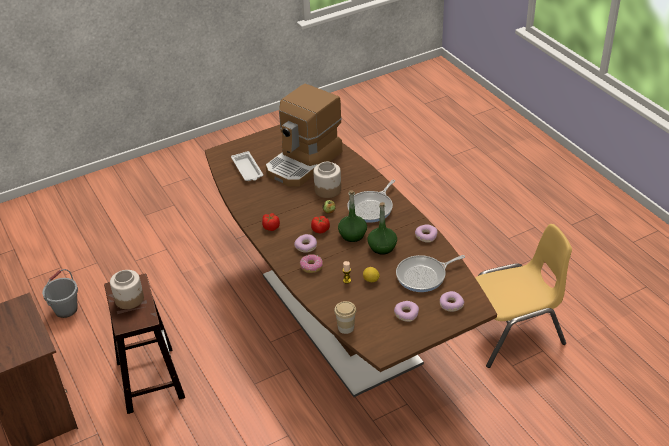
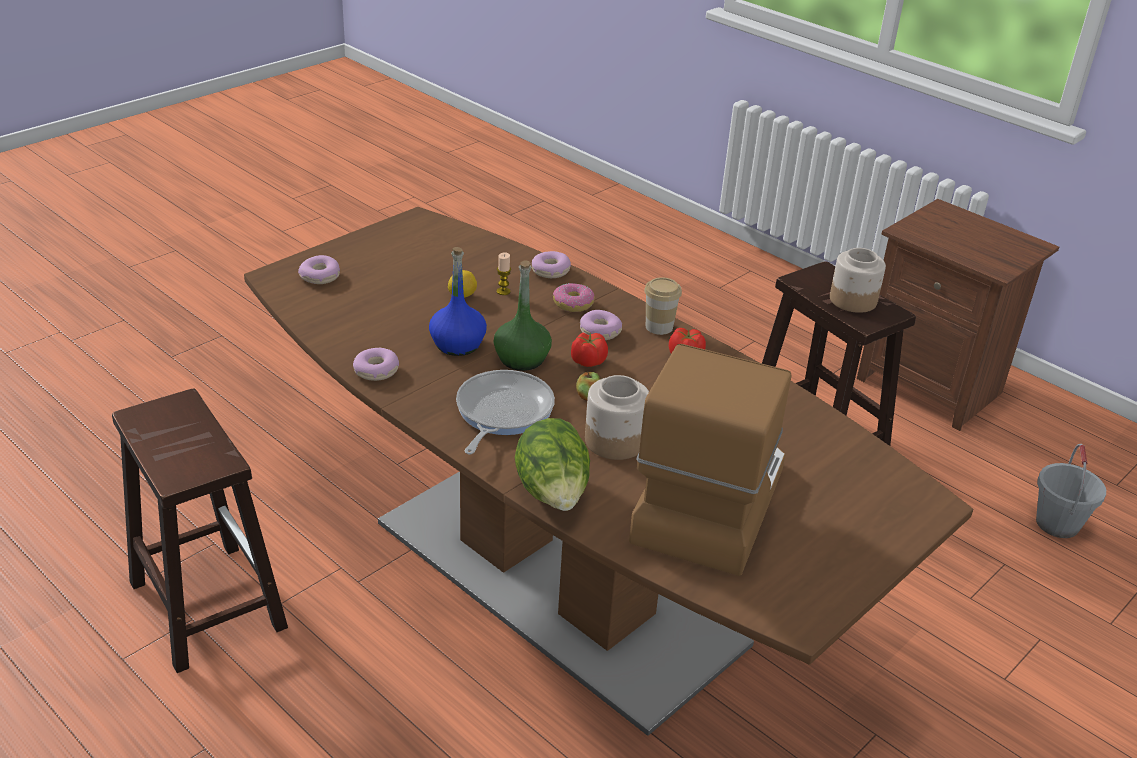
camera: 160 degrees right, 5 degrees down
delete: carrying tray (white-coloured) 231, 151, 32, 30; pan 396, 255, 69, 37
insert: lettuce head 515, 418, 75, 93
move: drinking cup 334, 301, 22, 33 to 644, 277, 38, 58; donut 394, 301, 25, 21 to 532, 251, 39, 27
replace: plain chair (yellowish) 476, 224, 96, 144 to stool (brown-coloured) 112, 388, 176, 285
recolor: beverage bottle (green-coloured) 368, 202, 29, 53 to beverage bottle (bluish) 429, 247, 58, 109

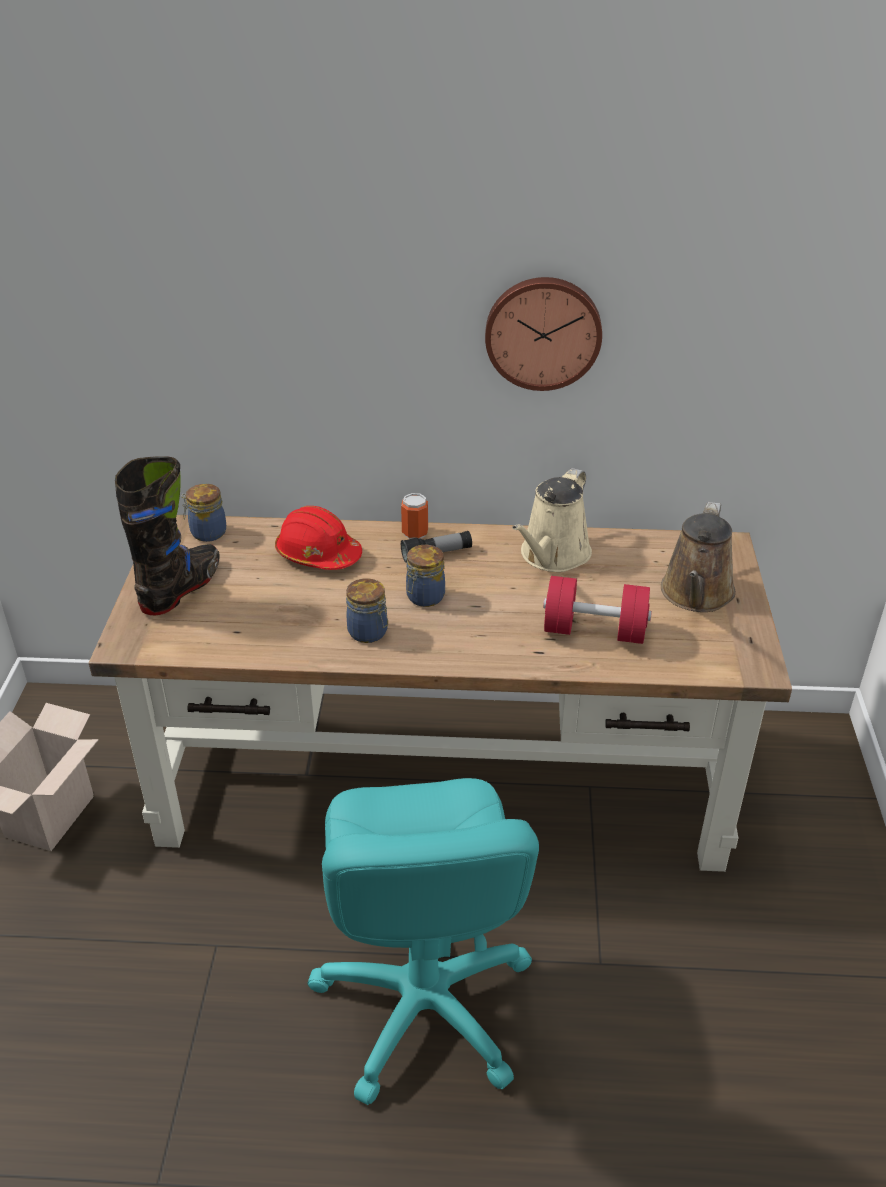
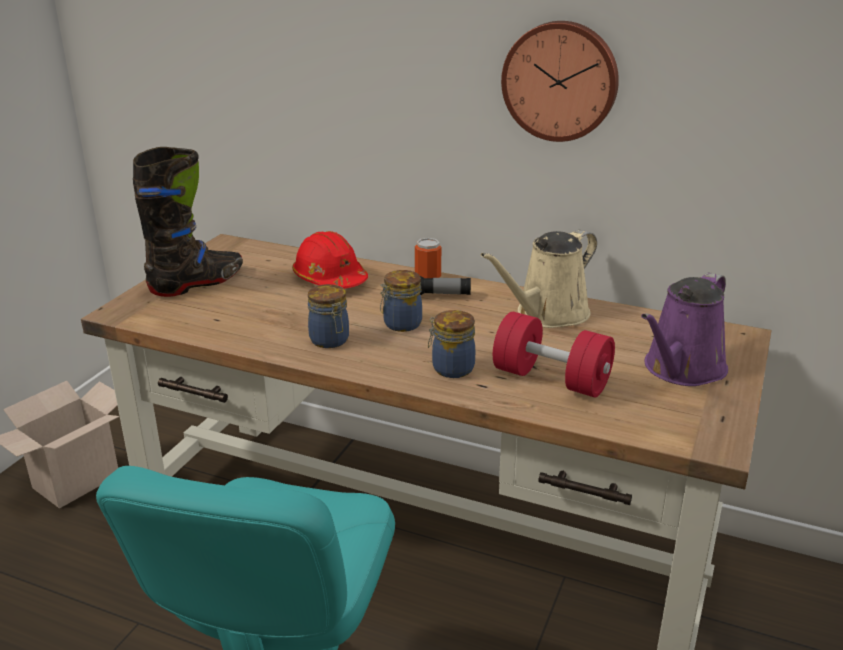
camera: 20 degrees right, 10 degrees down
move: storage jar 181, 484, 45, 58 to 428, 310, 47, 68
recolor: watering can (brown-coloured) 661, 502, 75, 110 to watering can (purplish) 641, 272, 87, 114

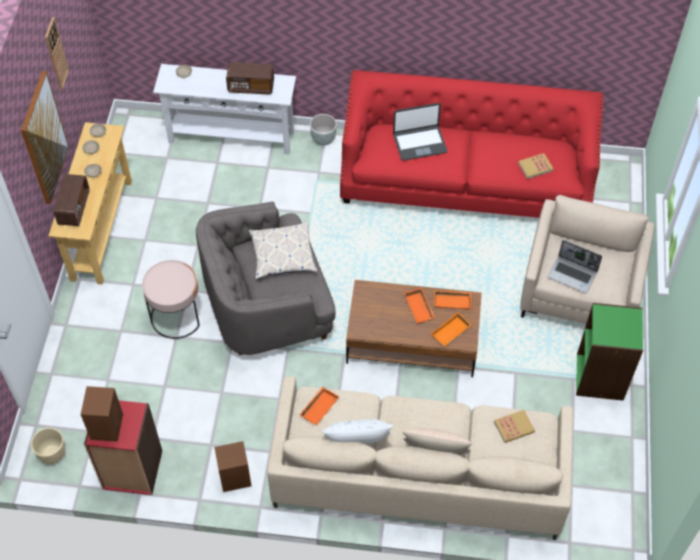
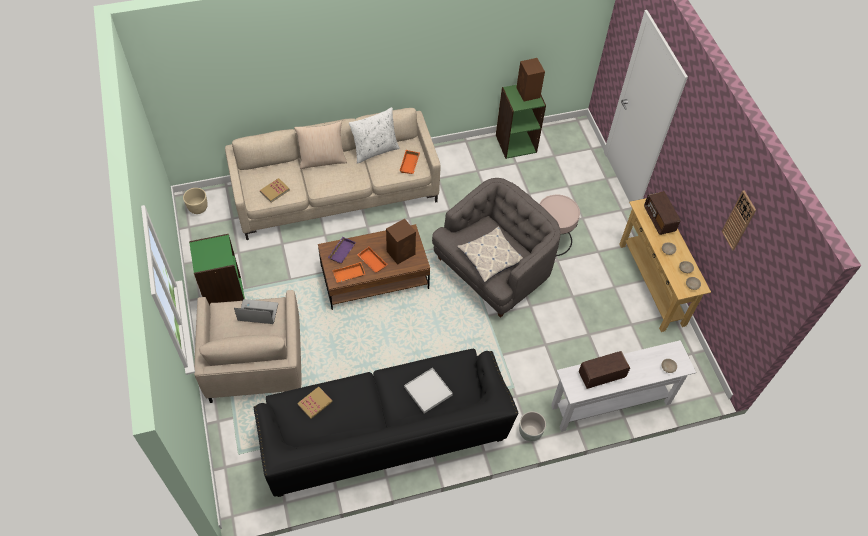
camera: 155 degrees right, 0 degrees up
delete: wall art 21, 71, 48, 133
move: plant pot (beige) 31, 428, 34, 36 to 183, 188, 25, 26; loudspeaker (brown-coloured) 214, 441, 37, 51 to 386, 219, 30, 46
replace: portable computer 393, 103, 54, 58 to carrying tray (white-coloured) 404, 368, 49, 45
recolor: bookshelf (reddish) 84, 400, 78, 95 to bookshelf (green-coloured) 496, 85, 50, 74; settee (reddish) 340, 70, 263, 148 to settee (black) 254, 349, 265, 148; carrying tray (orangey) 431, 312, 40, 35 to carrying tray (purplish) 328, 237, 28, 27

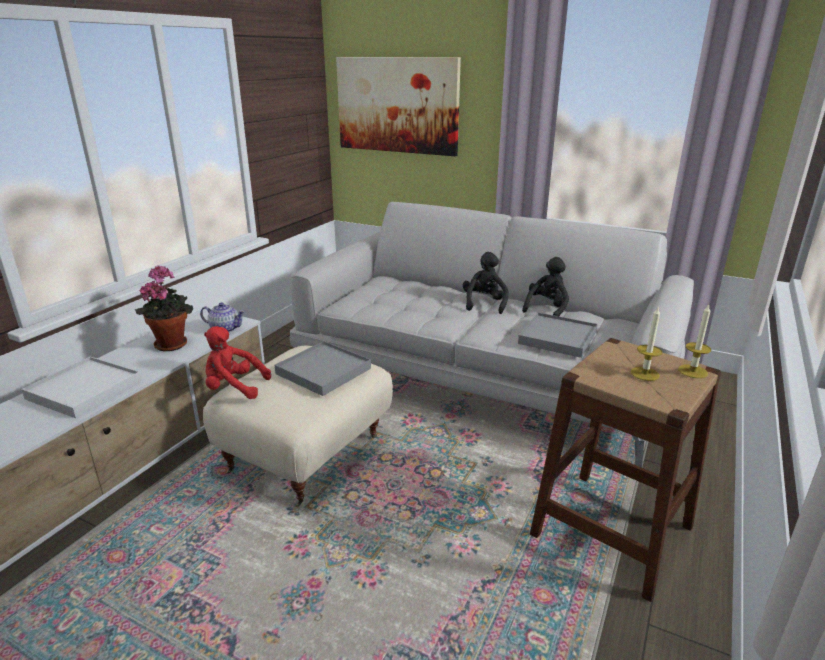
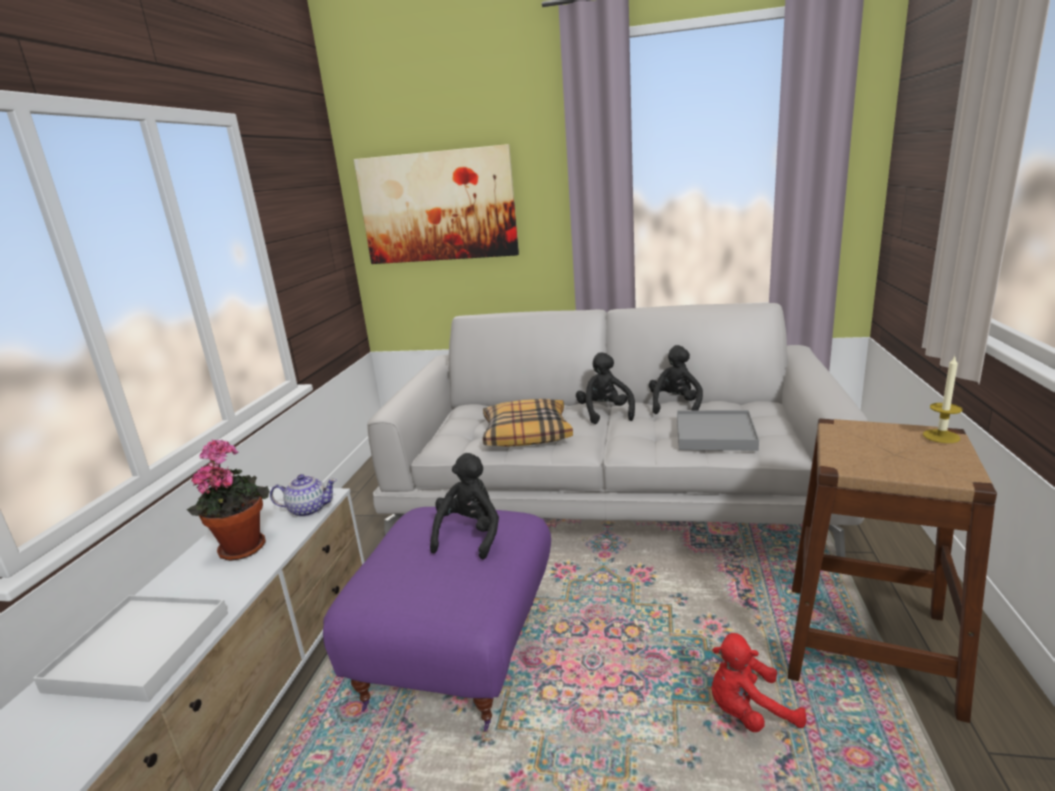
camera: 15 degrees left, 5 degrees down
delete: wax light 631, 308, 31, 73
insert: cushion 483, 399, 90, 48
move: cuddly toy (reddish) 204, 326, 67, 73 to 711, 633, 96, 99
replace: carrying tray (greyish) 275, 341, 96, 55 to cuddly toy (black) 430, 453, 69, 107
recolor: footrest (beige) 203, 346, 190, 161 to footrest (purplish) 323, 507, 228, 225

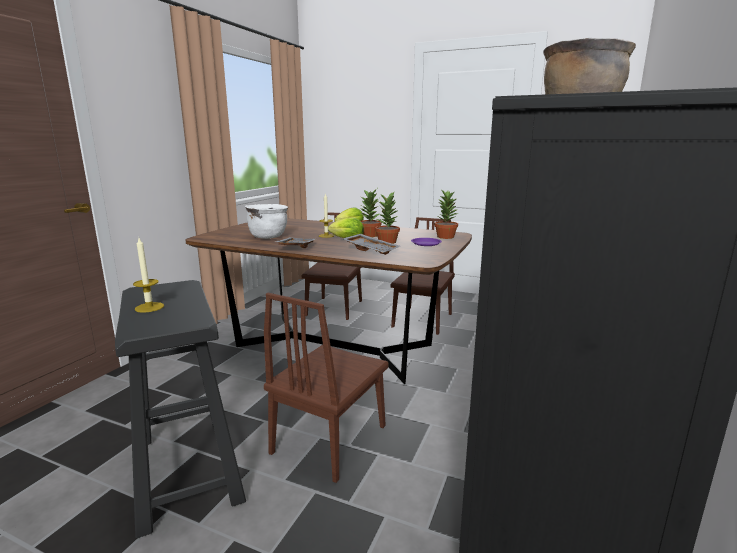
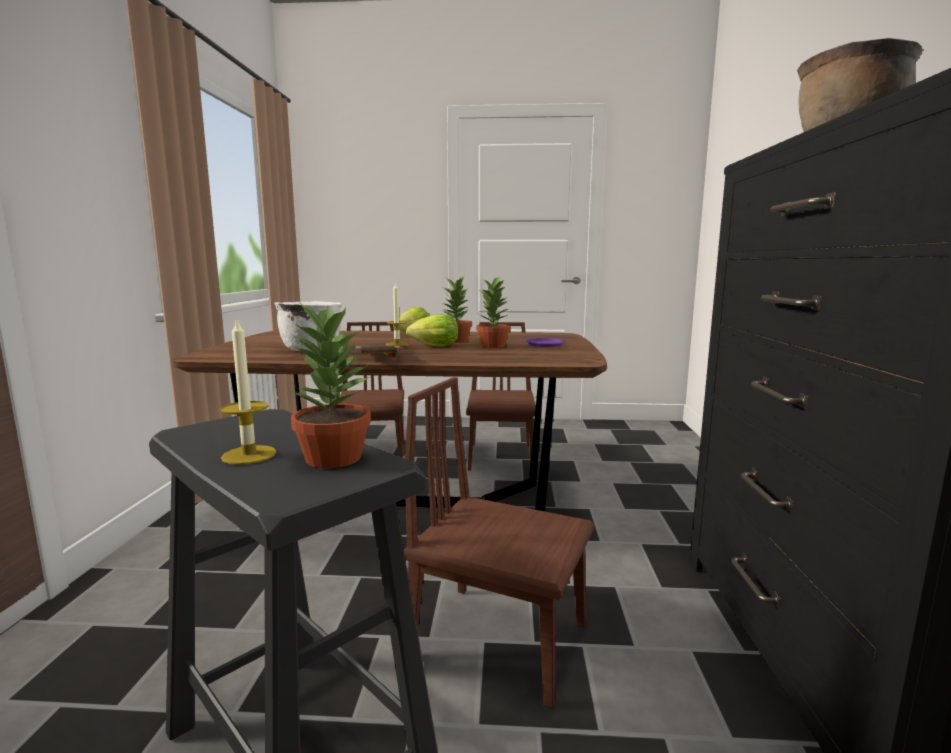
camera: 20 degrees left, 5 degrees down
delete: carrying tray (greyish) 343, 234, 57, 21
move: plant in a pot 435, 188, 23, 51 to 291, 302, 80, 166
rotate: plain chair (brown-coloured) 264, 293, 125, 190 = 404, 377, 190, 331 105 degrees clockwise

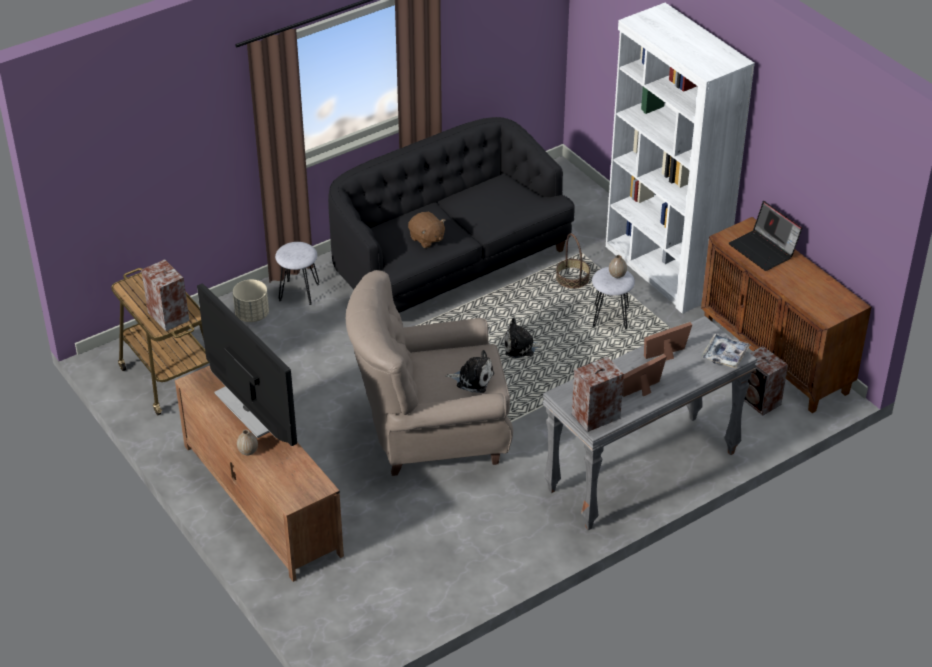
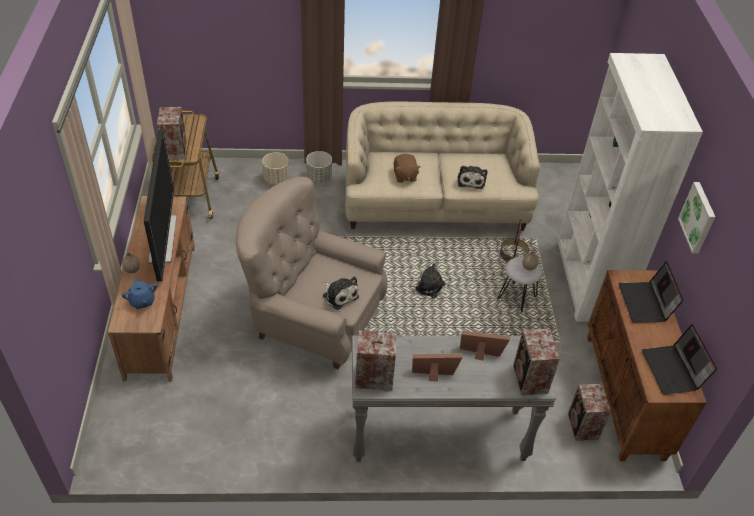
camera: 30 degrees right, 5 degrees up
insert: teapot (bluish) 122, 277, 35, 32; cuddly toy 457, 166, 30, 23; portable computer 642, 324, 75, 71; wall art 678, 182, 37, 72
replace: stool (greyish) 275, 242, 44, 63 to plant pot (greyish) 306, 151, 26, 32; carrying tray 701, 333, 49, 35 to loudspeaker 513, 329, 47, 66
recolor: settee (black) 328, 117, 247, 196 to settee (beige) 345, 101, 195, 130

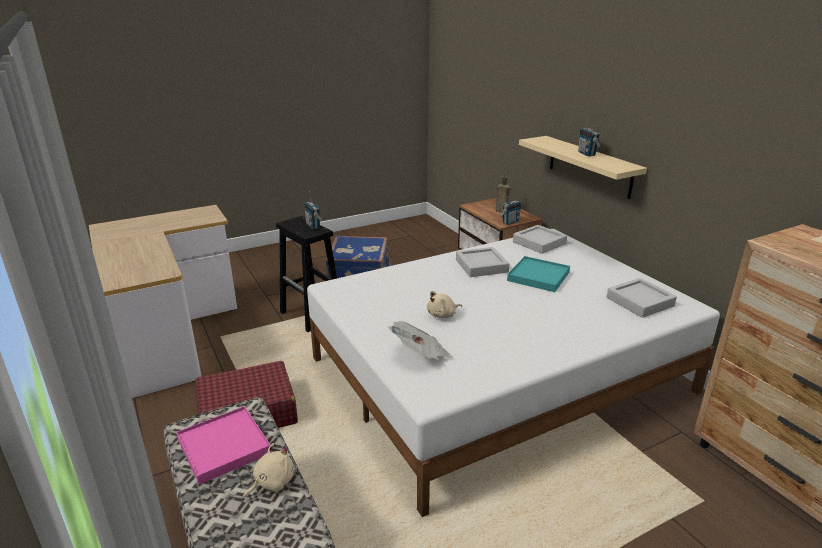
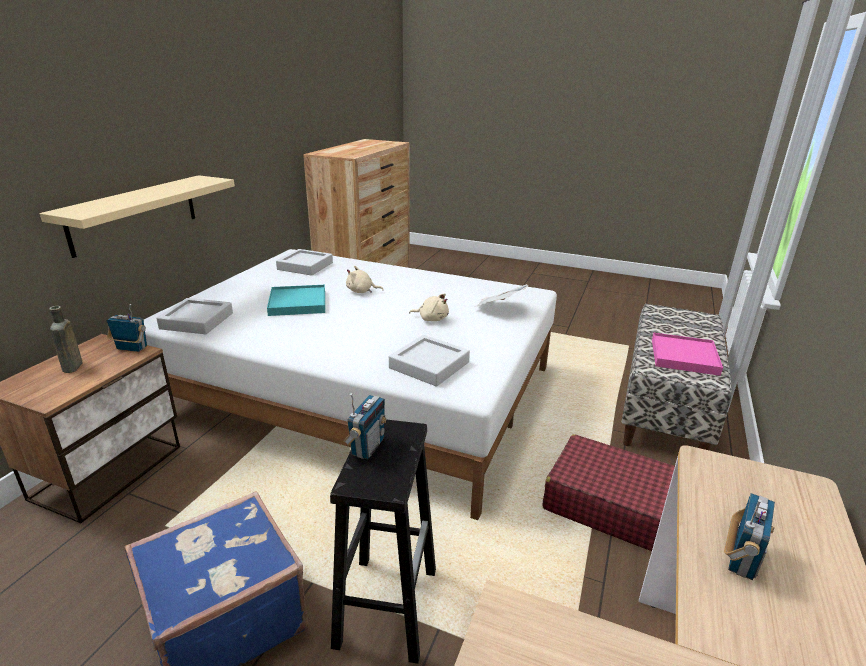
camera: 130 degrees left, 0 degrees up
move: cuddly toy (beige) 243, 443, 51, 56 to 346, 266, 37, 27; carrying tray (greyish) 456, 247, 54, 30 to 389, 335, 81, 52; radio set 578, 116, 23, 40 to 724, 493, 51, 87

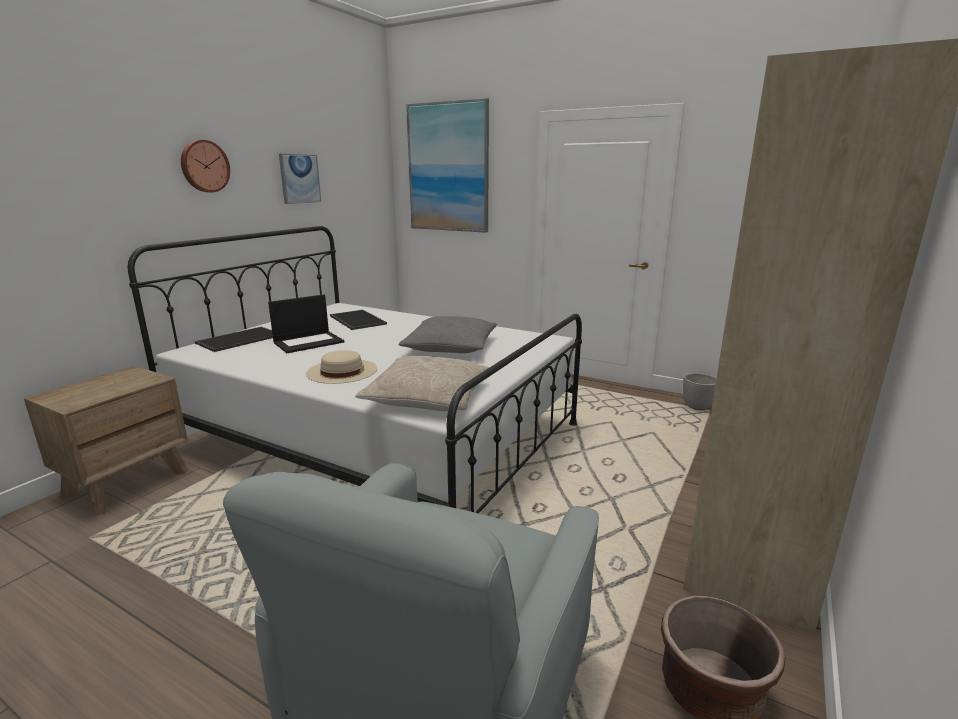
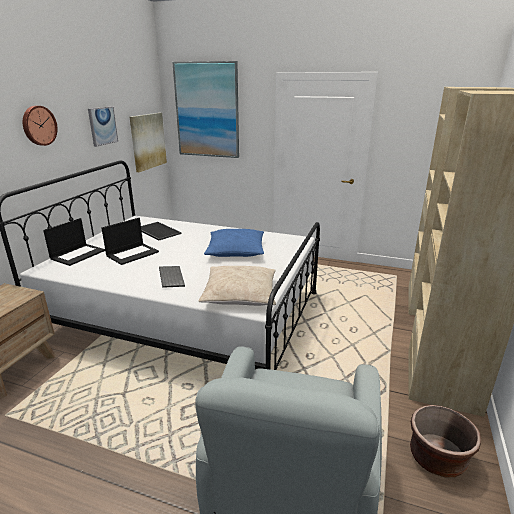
camera: 10 degrees left, 5 degrees up
delete: plant pot 683, 373, 33, 37
insert: wall art 130, 113, 37, 59
replace: carrying tray 195, 327, 78, 25 to portable computer 43, 218, 62, 48; hat (beige) 306, 350, 71, 34 to keyboard 159, 266, 26, 22
recolor: cushion (greyish) 399, 316, 98, 37 to cushion (bluish) 204, 229, 60, 28

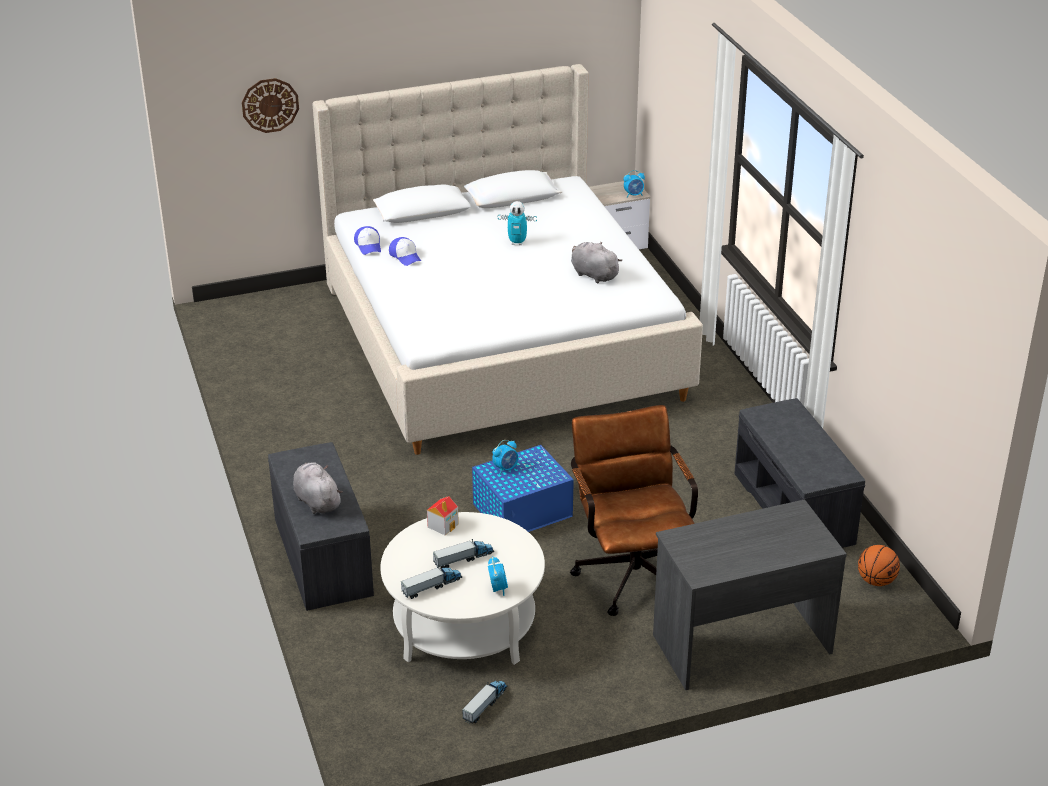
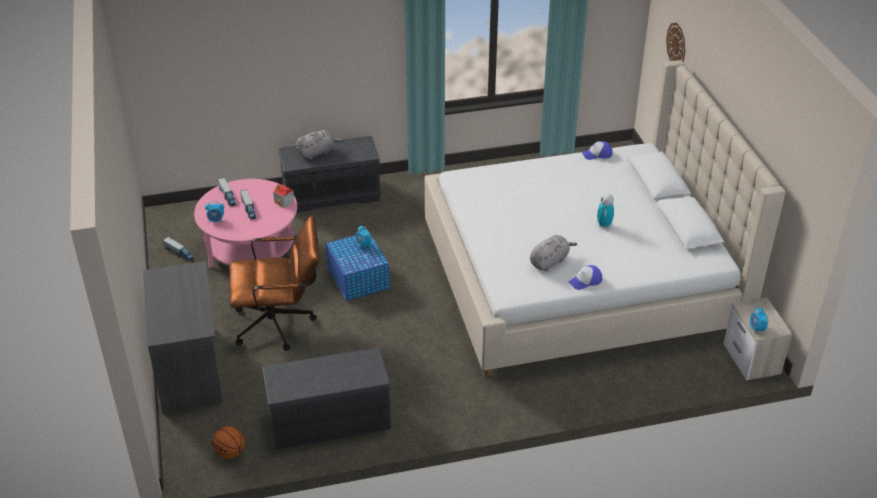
camera: 95 degrees right, 5 degrees up
move: peaked cap 389, 237, 32, 29 to 569, 265, 33, 25
recolor: lounge table (white-coloured) 380, 512, 165, 153 to lounge table (pink-coloured) 194, 179, 103, 89

